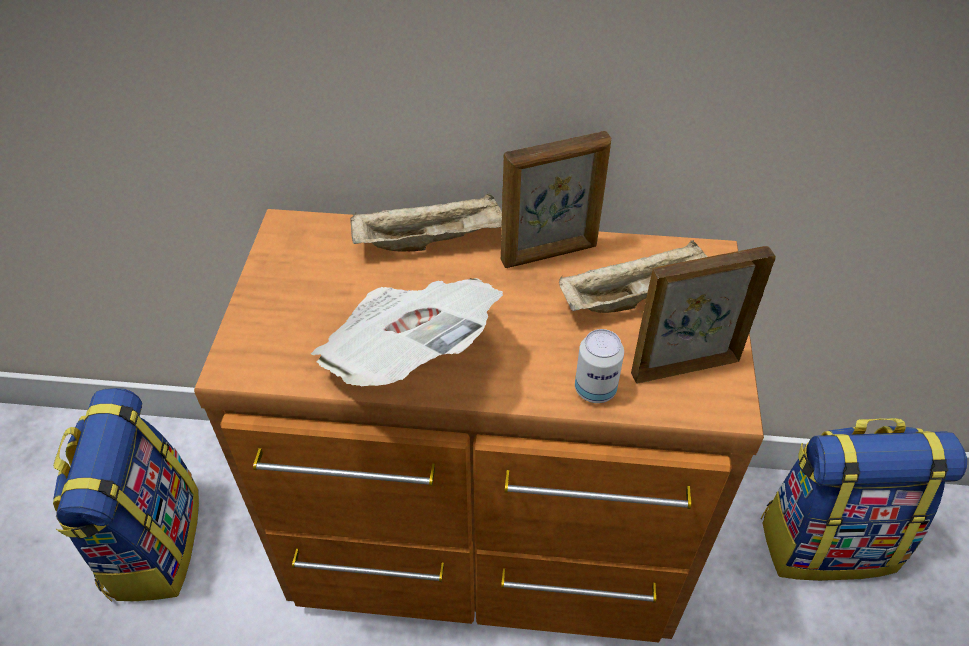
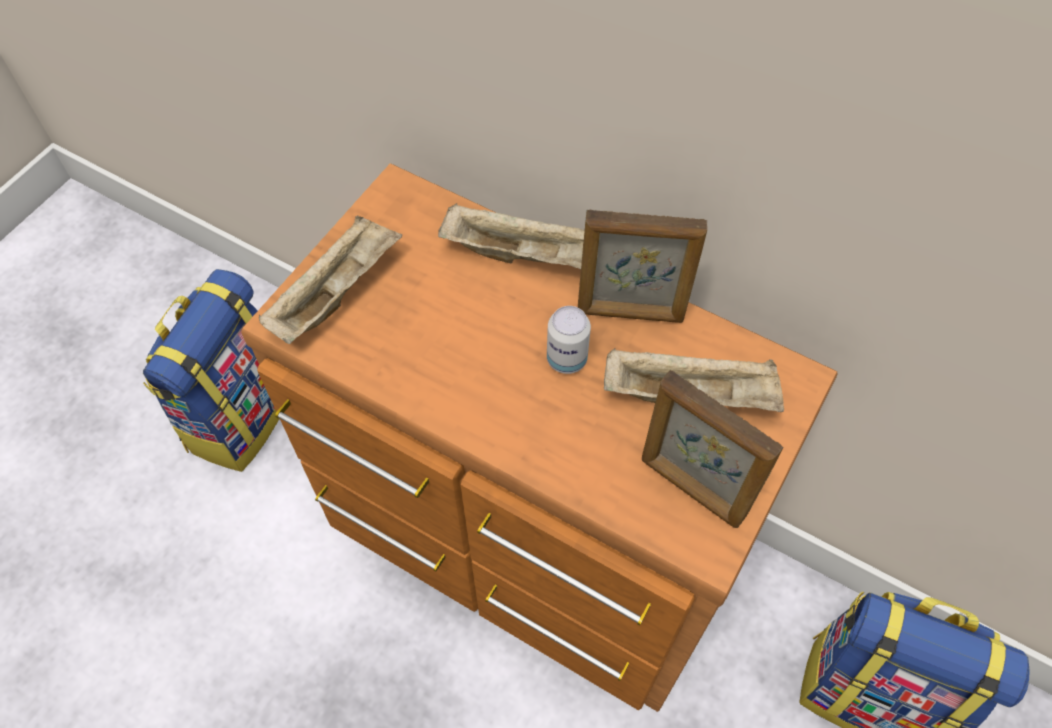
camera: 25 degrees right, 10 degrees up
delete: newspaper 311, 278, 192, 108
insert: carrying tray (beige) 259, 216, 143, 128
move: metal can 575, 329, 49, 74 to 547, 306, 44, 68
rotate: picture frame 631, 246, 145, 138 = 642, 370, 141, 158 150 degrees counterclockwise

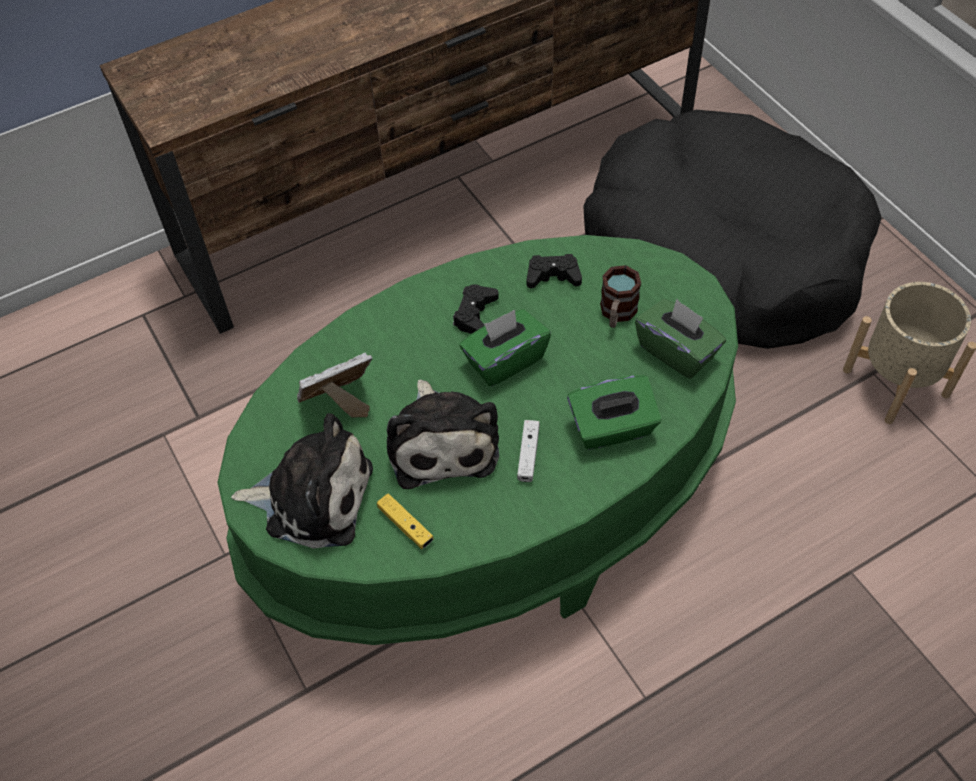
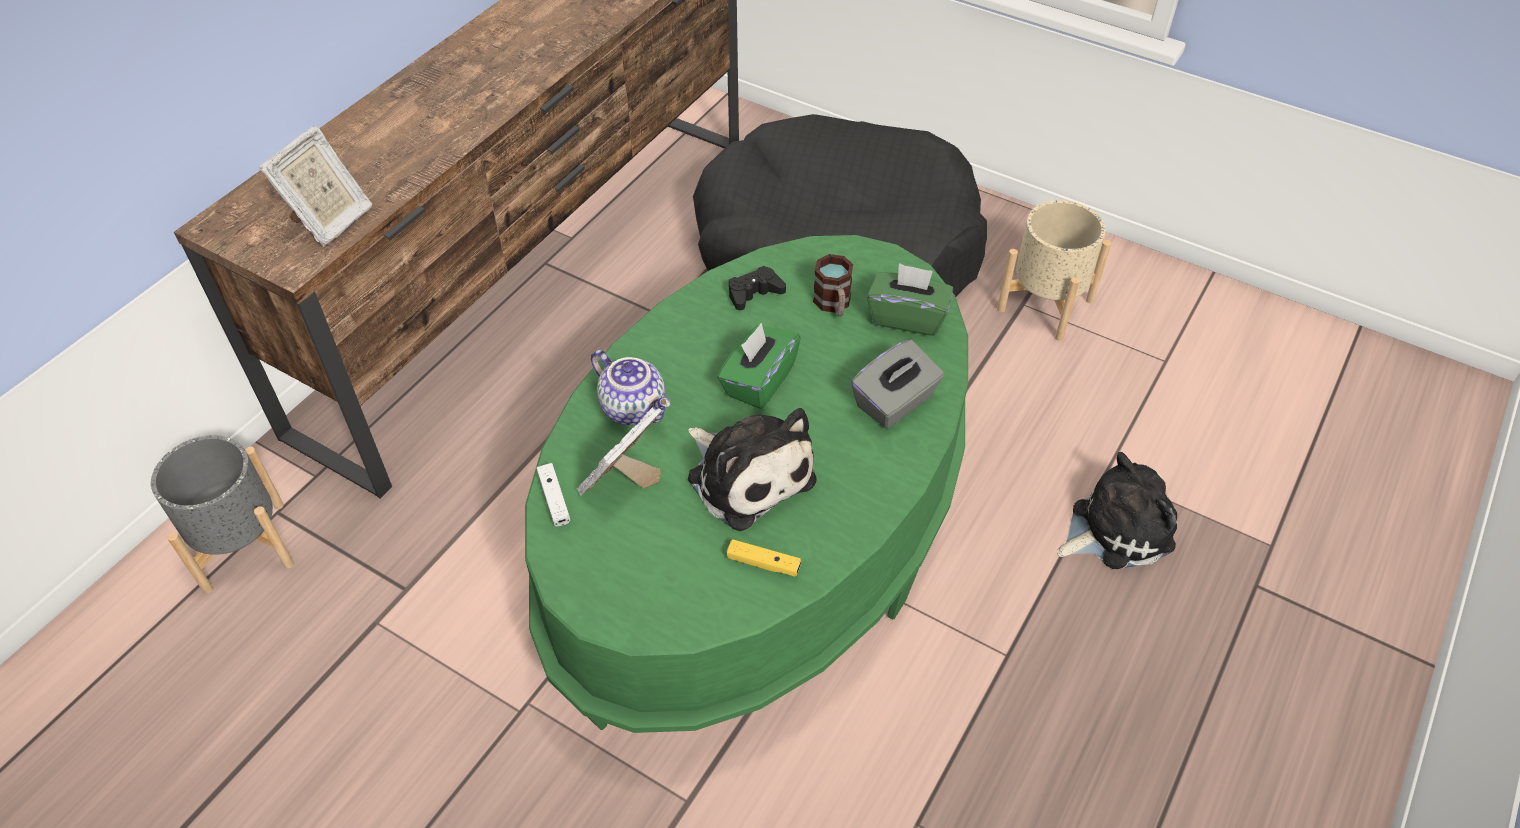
camera: 30 degrees left, 5 degrees down
delete: game controller (black) 453, 284, 46, 50
insert: plant pot (greyish) 151, 435, 143, 159; picture frame 259, 126, 113, 120; teapot 591, 350, 80, 75
move: cuddly toy 231, 413, 142, 136 to 1057, 452, 121, 117; game controller (white-coloured) 517, 420, 23, 62 to 537, 463, 33, 63
recolor: tissue box (green-coloured) 567, 375, 95, 75 to tissue box (greyish) 851, 340, 93, 89

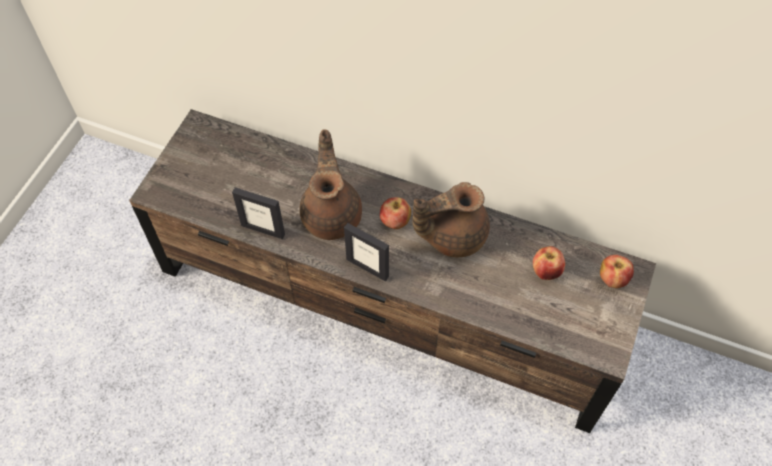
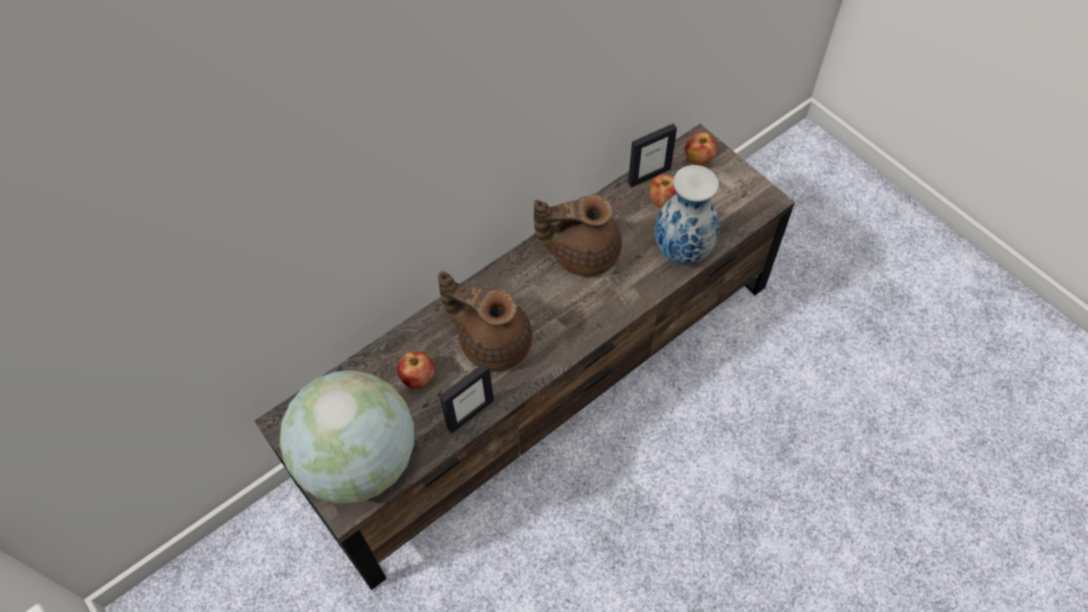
camera: 60 degrees left, 0 degrees up
insert: globe 280, 370, 134, 134; decorative vase 654, 165, 65, 99
move: picture frame 344, 223, 45, 59 to 628, 124, 49, 64; whole apple 380, 197, 31, 32 to 397, 351, 38, 38
rotate: teapot (brown-coloured) 413, 182, 77, 75 = 534, 194, 88, 82 75 degrees clockwise

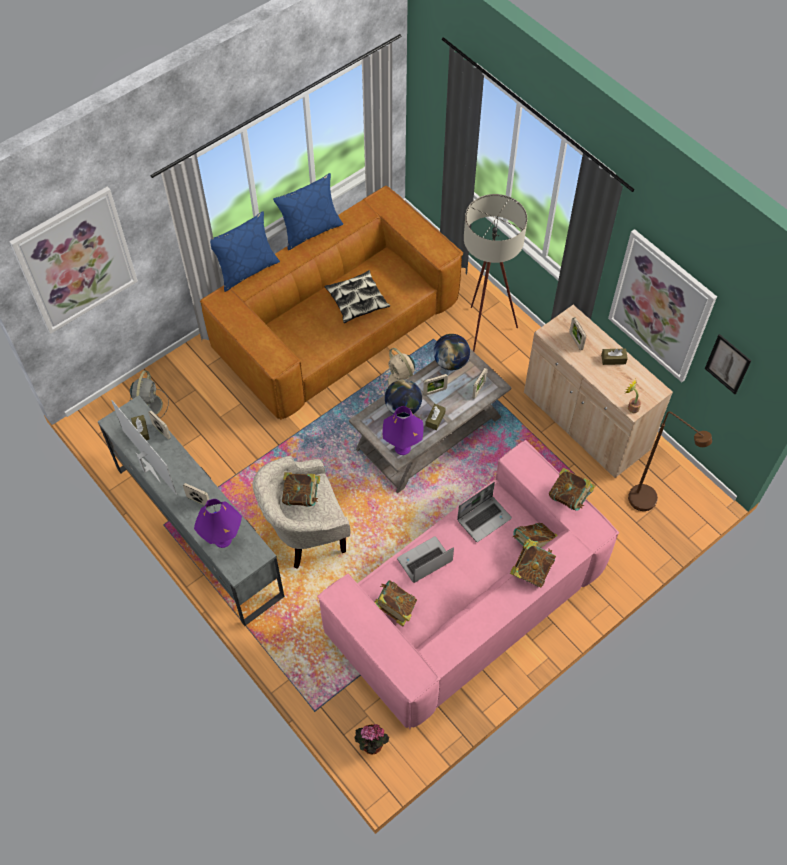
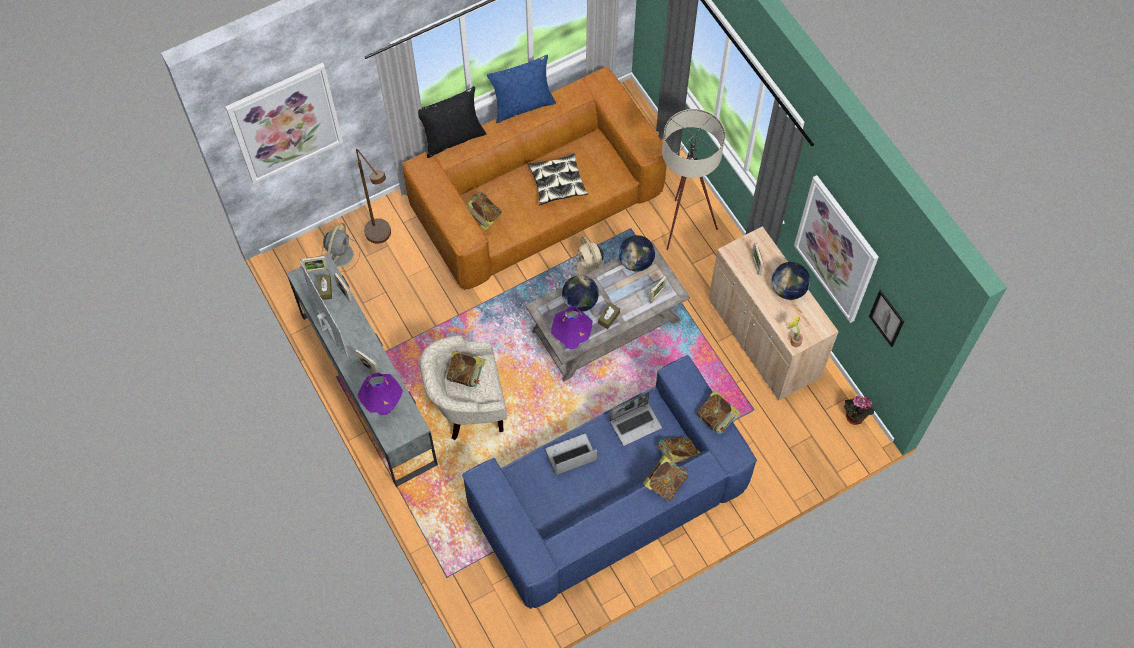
camera: 10 degrees right, 5 degrees up
move: plant in a pot 355, 724, 34, 30 to 844, 396, 30, 29; bound book 374, 580, 43, 47 to 466, 192, 36, 39; picture frame 423, 374, 25, 22 to 300, 256, 28, 17; floor lamp (brown-coloured) 628, 412, 84, 99 to 356, 149, 35, 94
replace: tissue box (brown-coloured) 601, 348, 27, 17 to globe 772, 262, 38, 38
recolor: cushion (bluish) 210, 211, 70, 81 to cushion (black) 418, 86, 68, 72; settee (pink-coloured) 317, 440, 302, 289 to settee (bluish) 462, 355, 295, 254

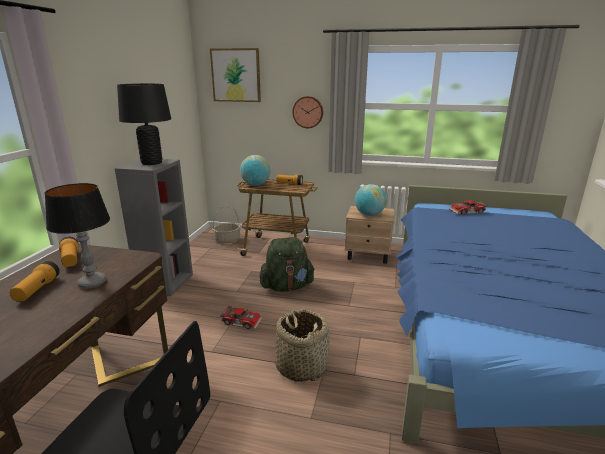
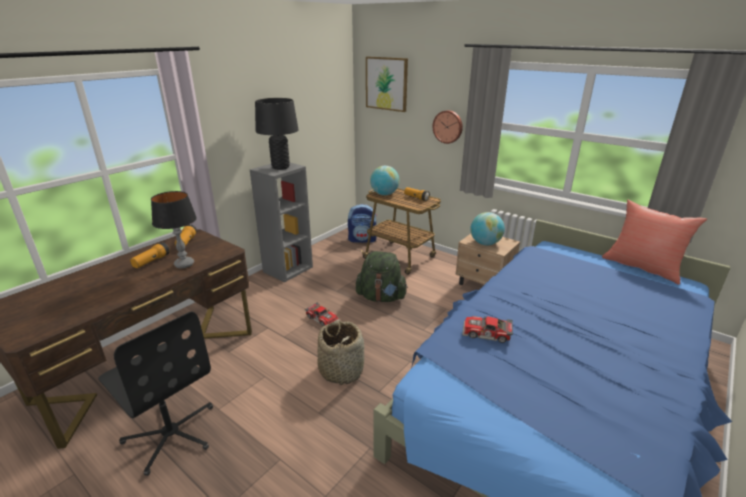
camera: 25 degrees right, 5 degrees up
insert: cushion (reddish) 602, 200, 105, 85
move: model car 449, 200, 39, 15 to 462, 316, 51, 27
replace: storage basket 213, 206, 27, 37 to knapsack 348, 204, 29, 39

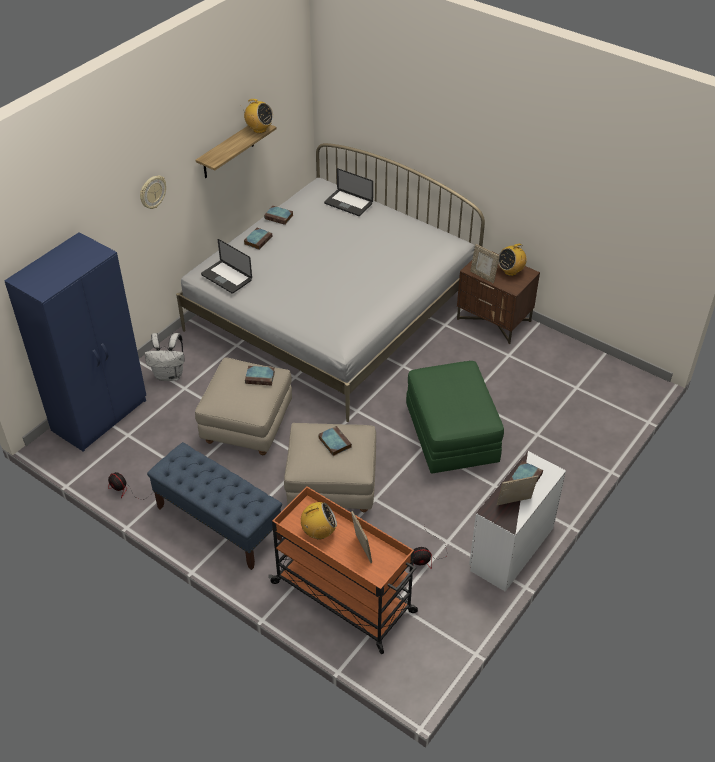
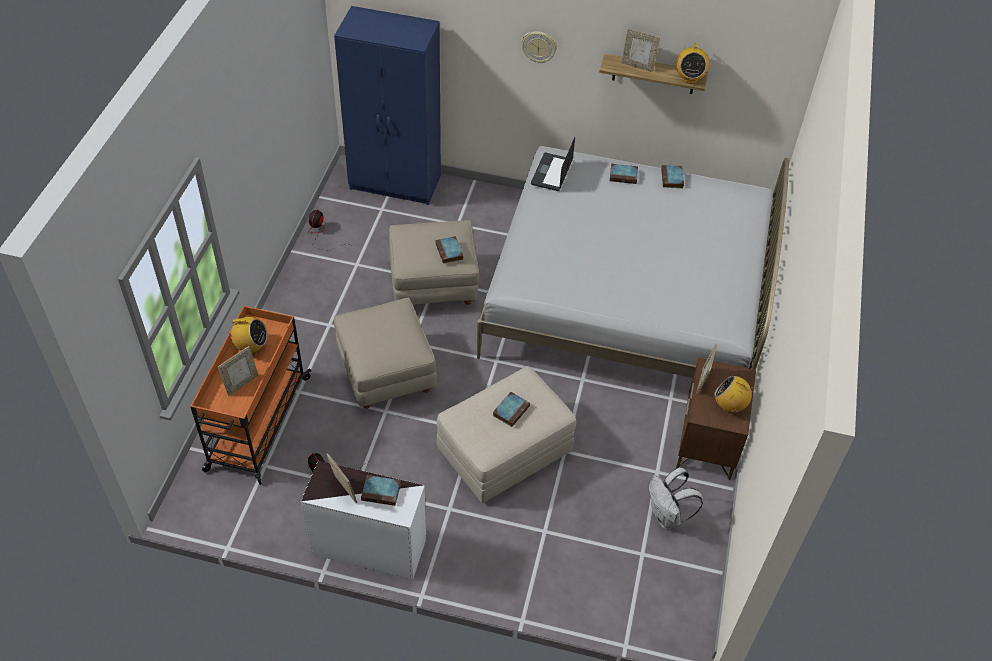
camera: 65 degrees right, 5 degrees up
delete: bench (bluish) 147, 443, 135, 127; portable computer 324, 168, 49, 48
insert: picture frame 622, 29, 38, 43
move: knapsack (white-coloured) 145, 333, 40, 48 to 649, 467, 54, 62; bound book 318, 426, 34, 30 to 493, 392, 37, 35
recolor: footrest (green-coloured) 406, 361, 98, 113 to footrest (beige) 437, 367, 139, 136
rotate: radio set 301, 502, 36, 38 = 225, 317, 43, 36 45 degrees counterclockwise

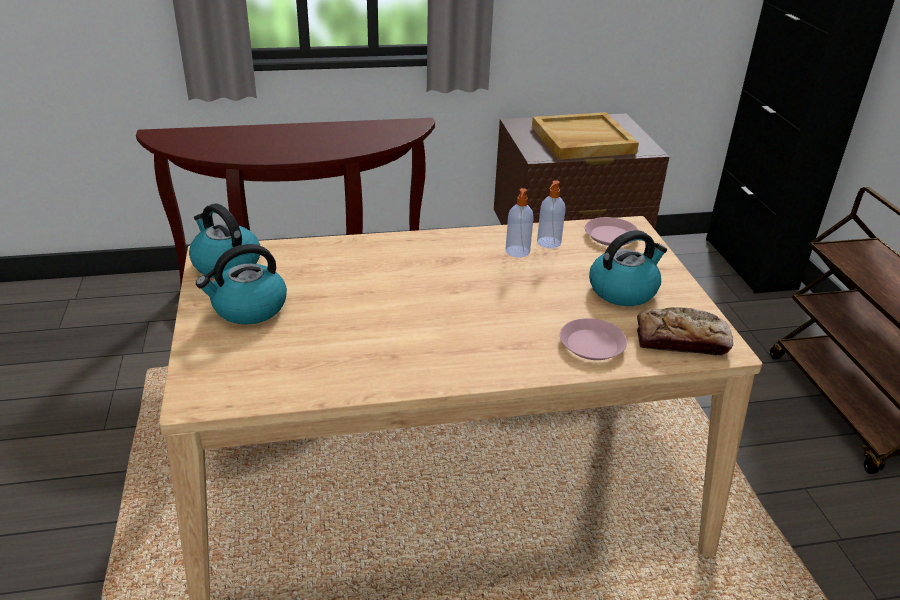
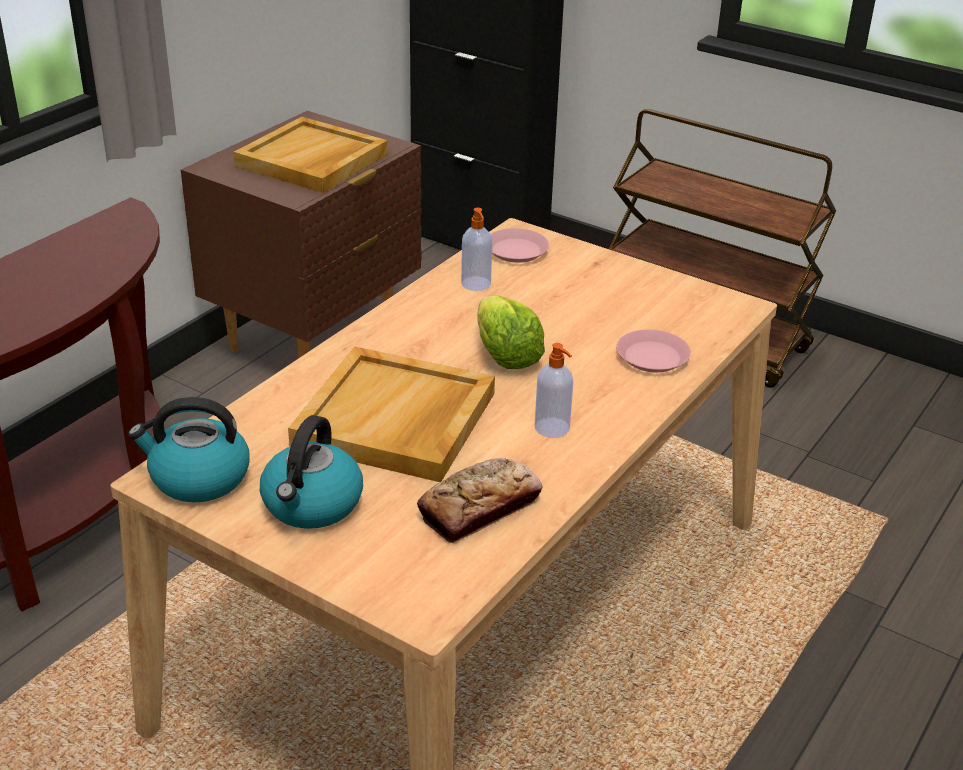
camera: 45 degrees left, 0 degrees up
delete: kettle 589, 230, 78, 76
insert: carrying tray (beige) 288, 346, 207, 136; lettuce head 477, 295, 68, 74
move: soap bottle 506, 188, 28, 69 to 535, 343, 38, 95; bread 637, 307, 96, 49 to 417, 458, 125, 85

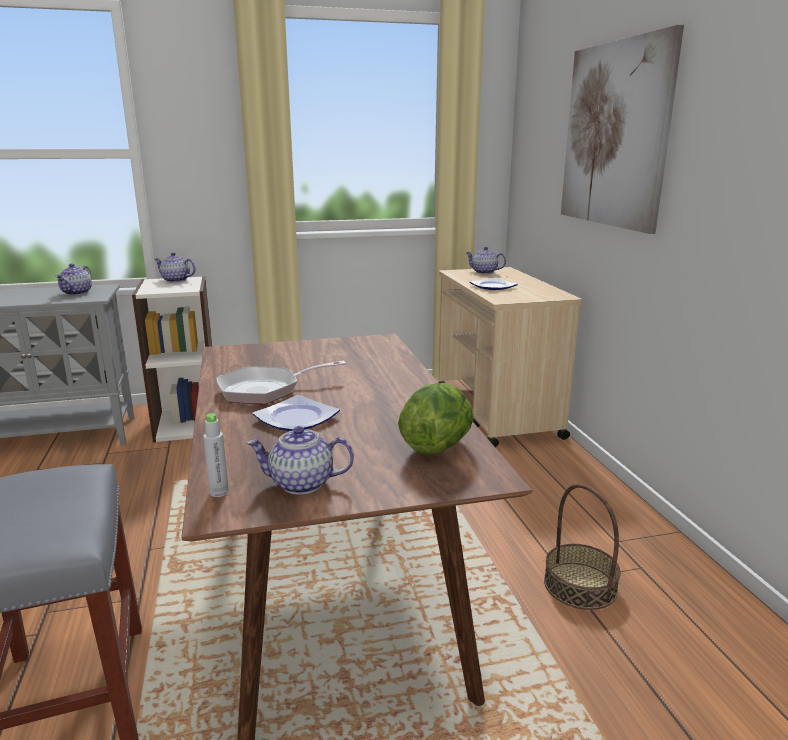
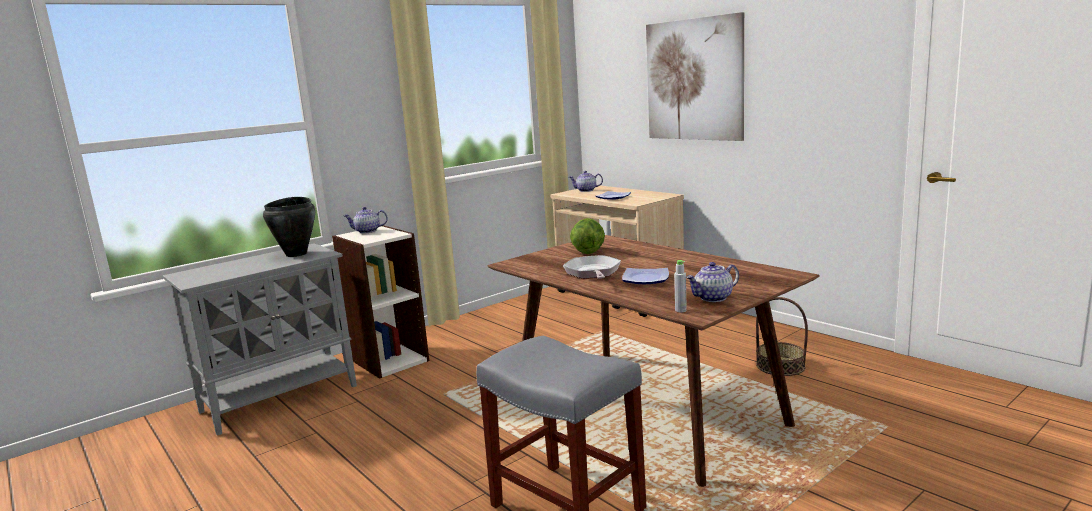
camera: 25 degrees left, 5 degrees down
move: lettuce head 398, 383, 76, 71 to 570, 218, 35, 36
replace: teapot 55, 263, 37, 32 to stockpot (black) 263, 197, 52, 60
rotate: pan 217, 361, 129, 43 = 563, 255, 58, 24 135 degrees clockwise

